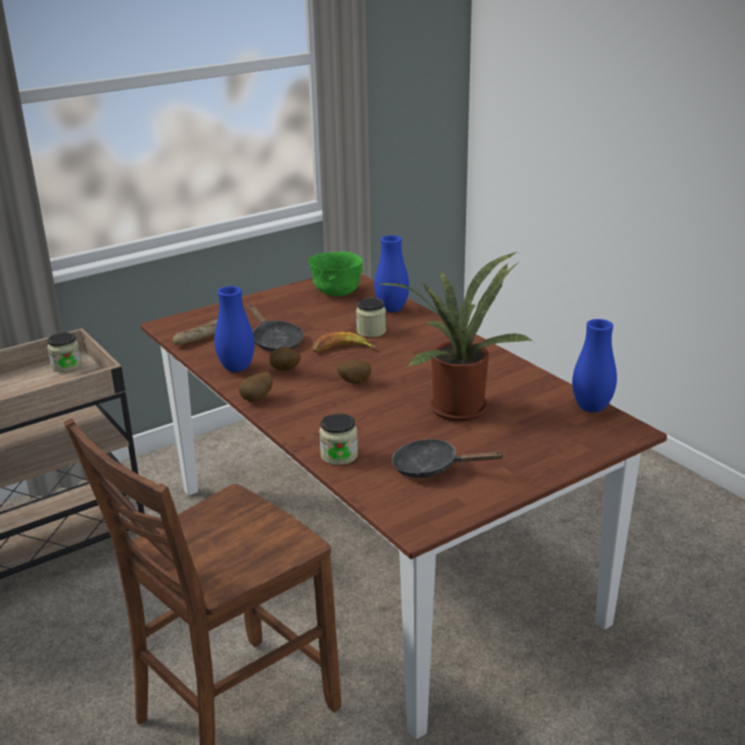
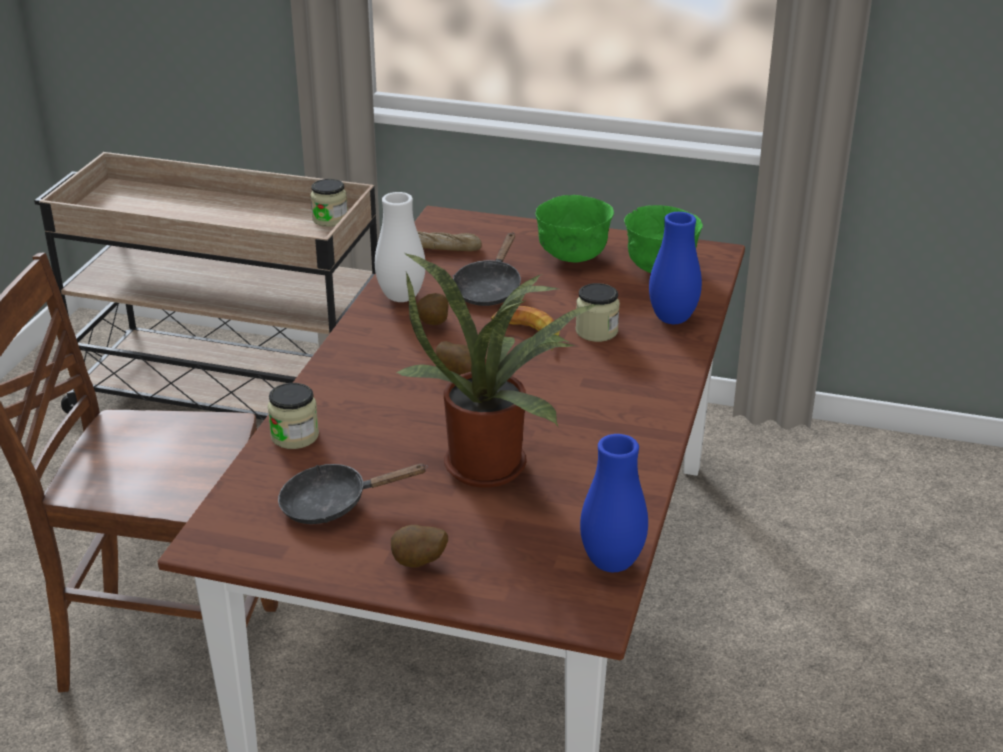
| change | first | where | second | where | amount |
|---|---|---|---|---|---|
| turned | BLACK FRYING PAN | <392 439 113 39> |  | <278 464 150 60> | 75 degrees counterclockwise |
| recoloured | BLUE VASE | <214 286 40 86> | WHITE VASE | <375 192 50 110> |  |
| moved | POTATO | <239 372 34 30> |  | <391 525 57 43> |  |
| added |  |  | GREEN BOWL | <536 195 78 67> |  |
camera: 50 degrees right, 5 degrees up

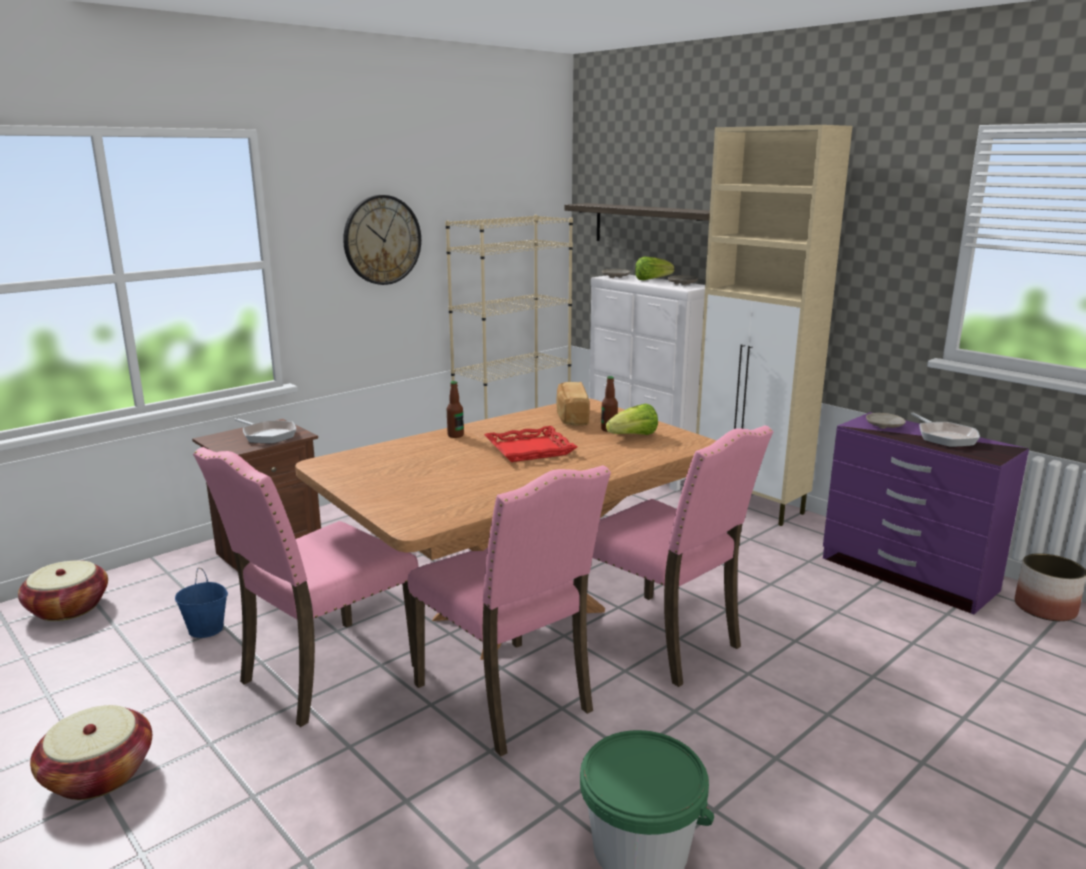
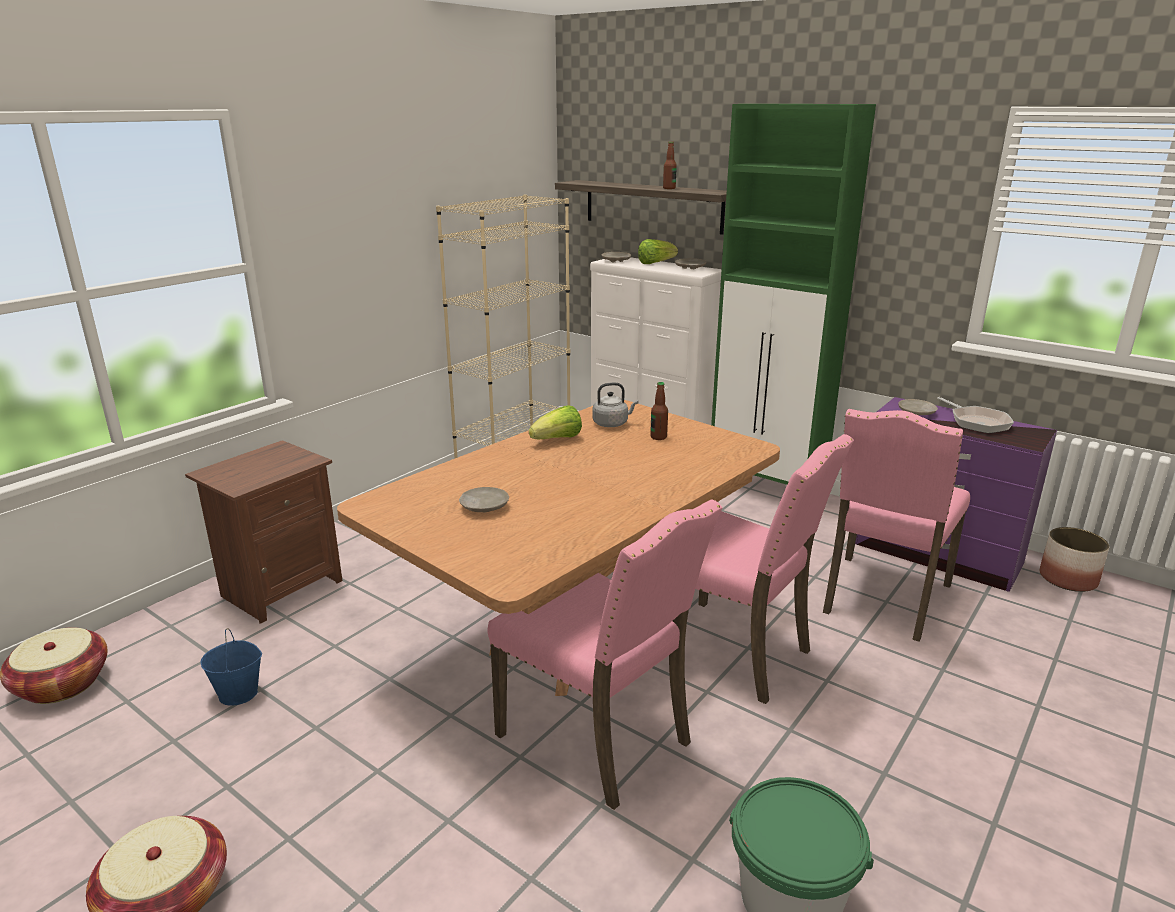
| change | first | where | second | where | amount |
|---|---|---|---|---|---|
| added |  |  | BEIGE PLATE | <459 487 50 25> |  |
| moved | LETTUCE | <606 403 52 32> |  | <529 405 53 34> |  |
| replaced | BREAD | <556 382 33 44> | GREY KETTLE | <592 383 47 44> |  |
| moved | BOTTLE | <447 381 17 57> |  | <663 142 14 47> |  |
| recoloured | BEIGE CABINET | <696 125 157 401> | GREEN CABINET | <711 104 165 381> |  |
| moved | PINK CHAIR | <193 447 226 280> |  | <823 409 147 233> |  |
| removed | FRYING PAN | <234 418 62 26> |  |  |  |
| removed | WALL CLOCK | <343 195 78 90> |  |  |  |
| removed | RED TRAY | <484 426 93 36> |  |  |  |
camera: 10 degrees left, 5 degrees up

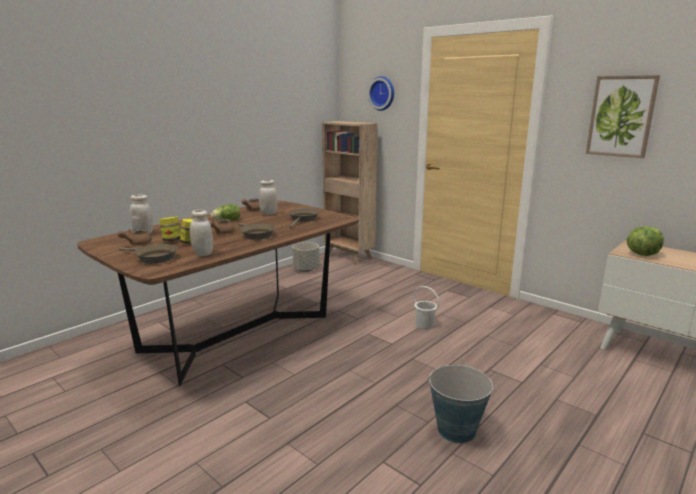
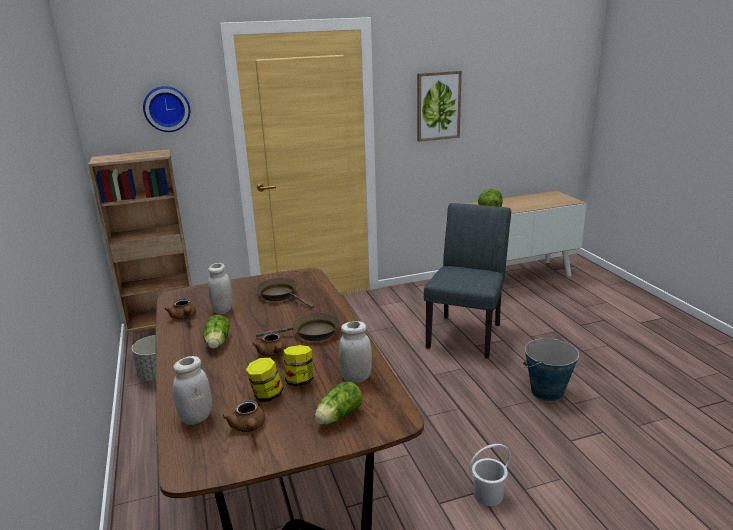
| change | first | where | second | where | amount |
|---|---|---|---|---|---|
| replaced | BROWN FRYING PAN | <119 244 59 20> | LETTUCE | <315 382 47 43> |  |
| added |  |  | GREY CHAIR | <424 203 87 156> |  |
| moved | WHITE BUCKET | <414 286 25 43> |  | <469 444 42 62> |  |
camera: 60 degrees left, 5 degrees up

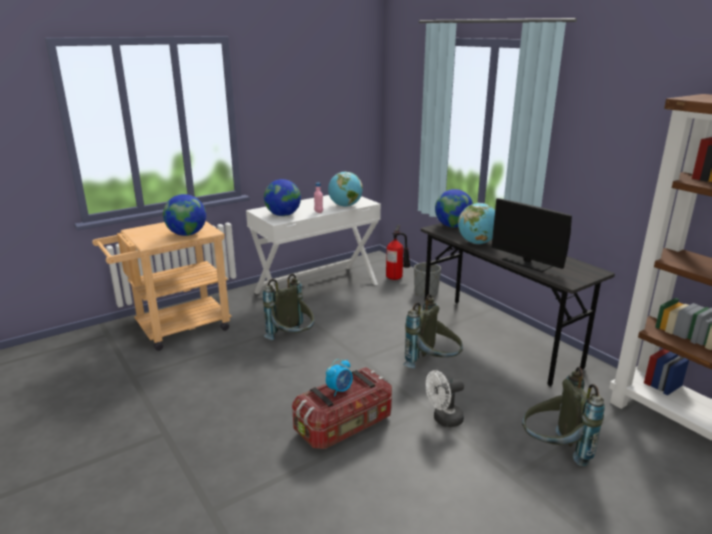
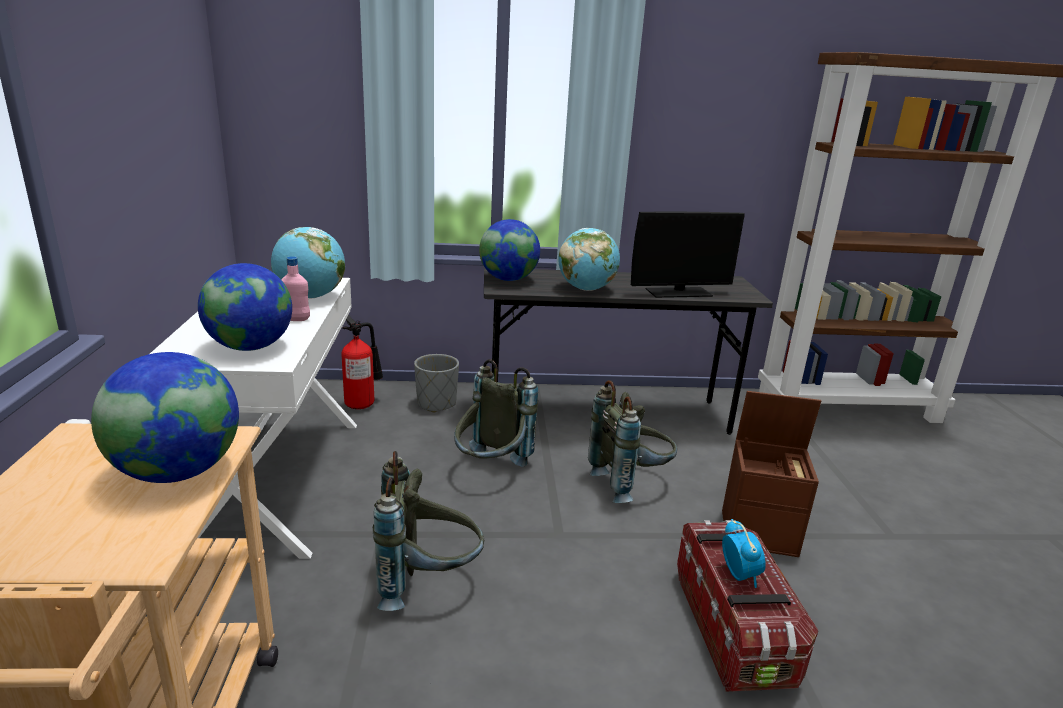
| change | first | where | second | where | amount |
|---|---|---|---|---|---|
| moved | GREY BACKPACK | <522 367 83 99> |  | <454 359 84 108> |  |
| replaced | WHITE FAN | <426 370 38 57> | BROWN STORAGE BOX | <722 391 99 166> |  |
camera: 60 degrees left, 0 degrees up

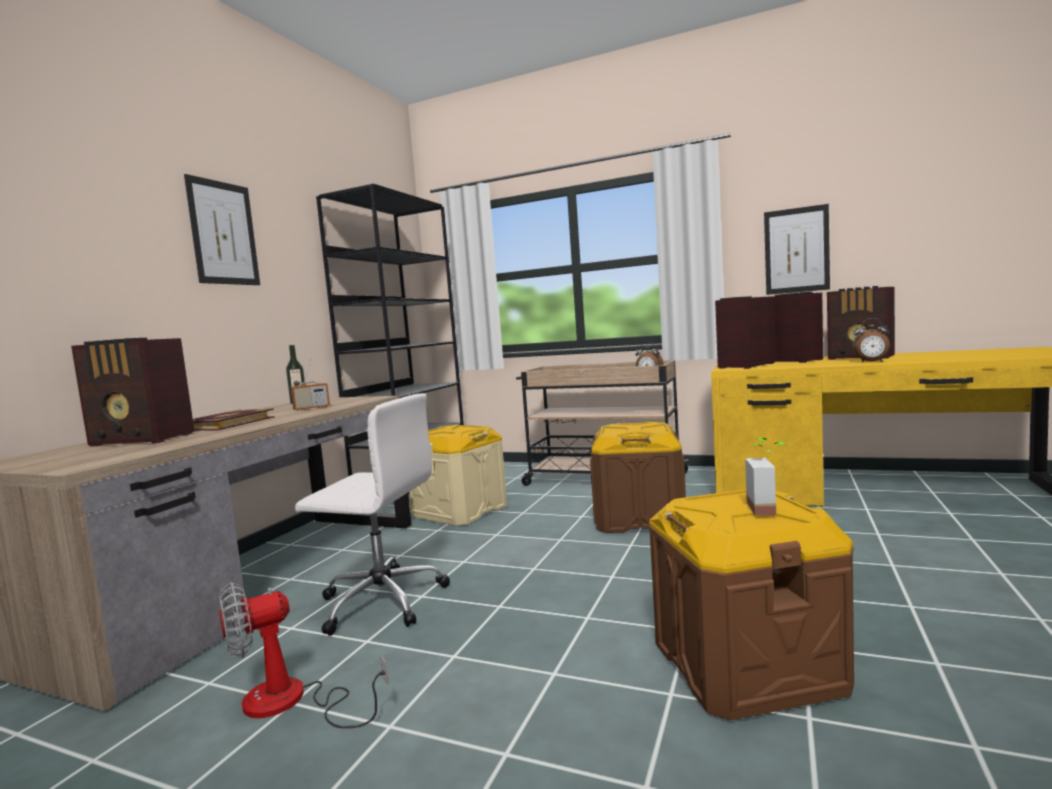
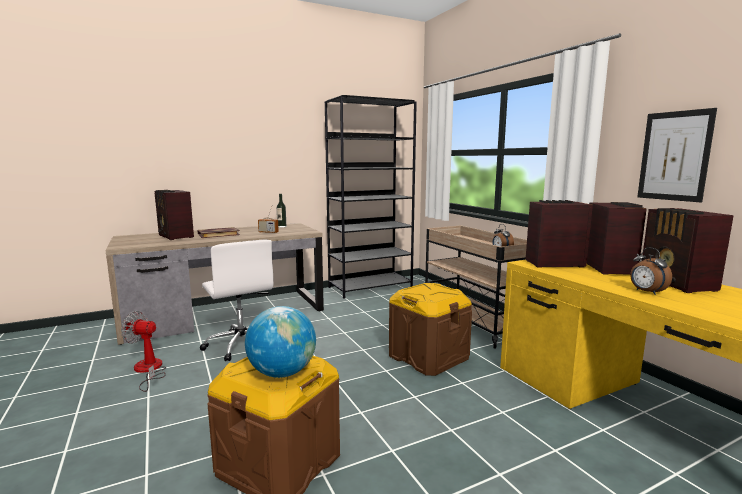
| change | first | where | second | where | amount |
|---|---|---|---|---|---|
| replaced | POTTED PLANT | <745 437 41 78> | GLOBE | <245 306 71 72> |  |
| removed | PICTURE | <184 174 76 111> |  |  |  |
| removed | BEIGE STORAGE BOX | <409 425 98 101> |  |  |  |
camera: 40 degrees right, 5 degrees up

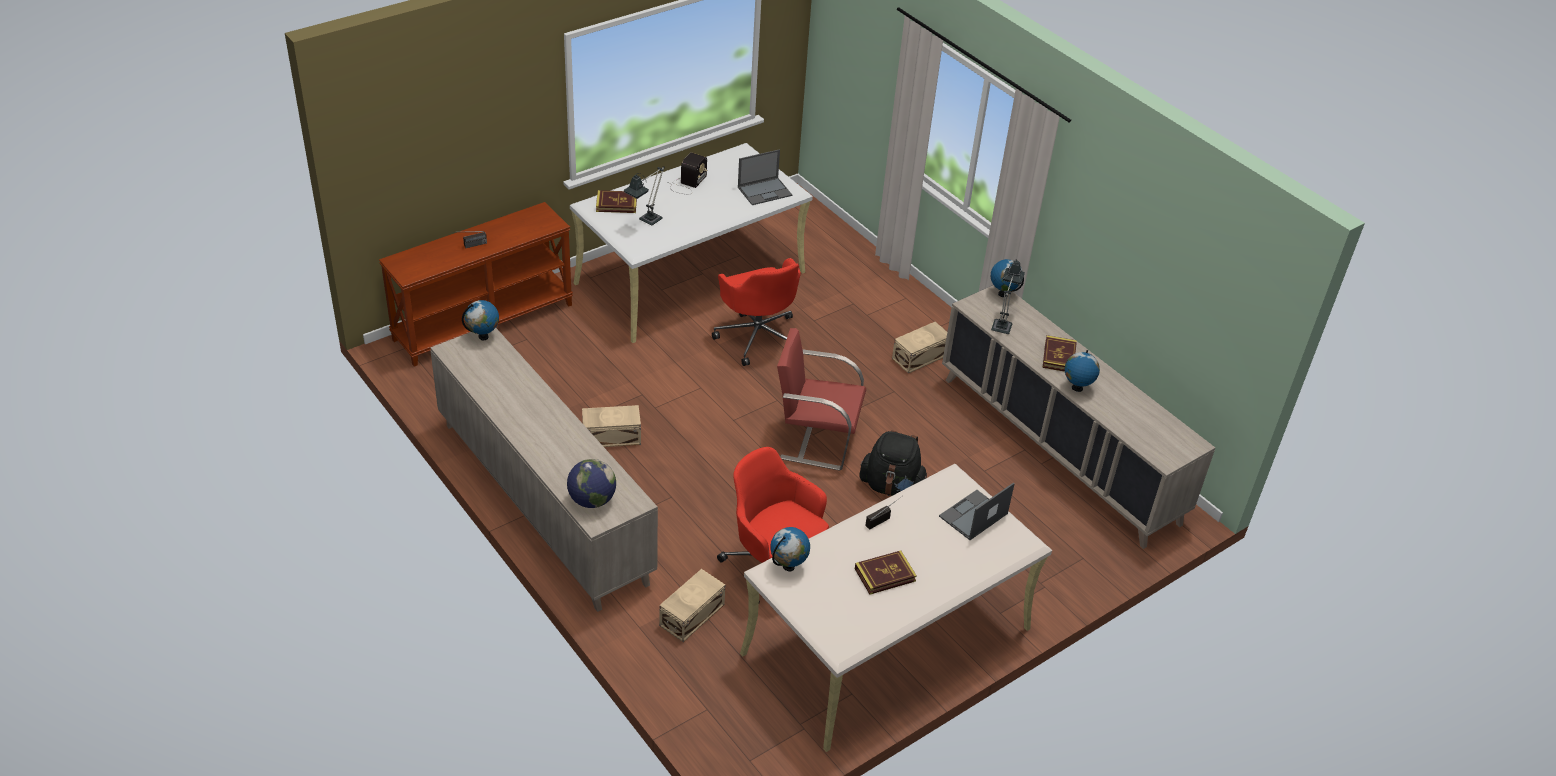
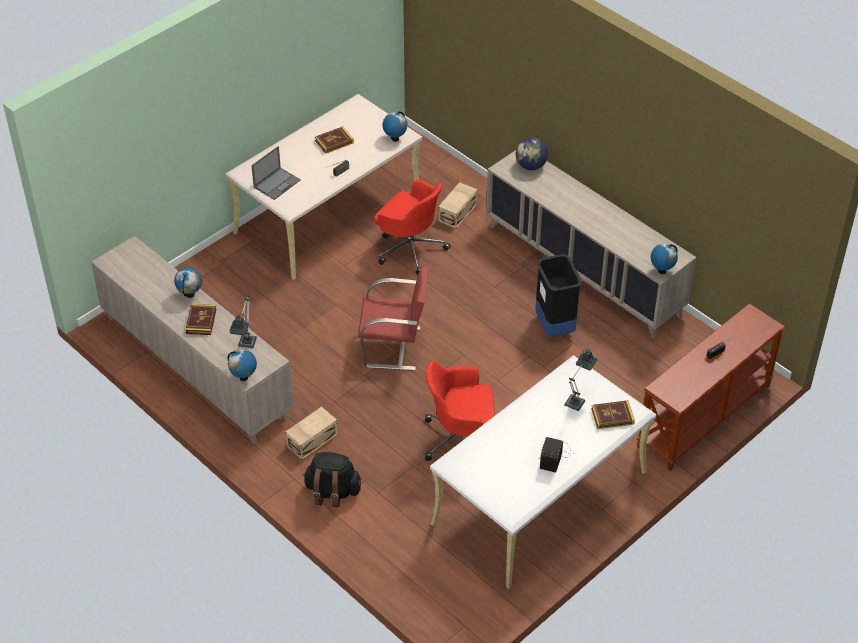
| change | first | where | second | where | amount |
|---|---|---|---|---|---|
| moved | BLACK BACKPACK | <860 430 67 66> |  | <303 452 58 55> |  |
| turned | RED OFFICE CHAIR | <712 258 89 108> |  | <425 361 70 100> | 60 degrees counterclockwise |
| replaced | BEIGE STORAGE BOX | <582 405 59 42> | BLACK TRASH CAN | <535 254 47 83> |  |
| removed | LAPTOP | <738 149 54 56> |  |  |  |
camera: 175 degrees right, 5 degrees up

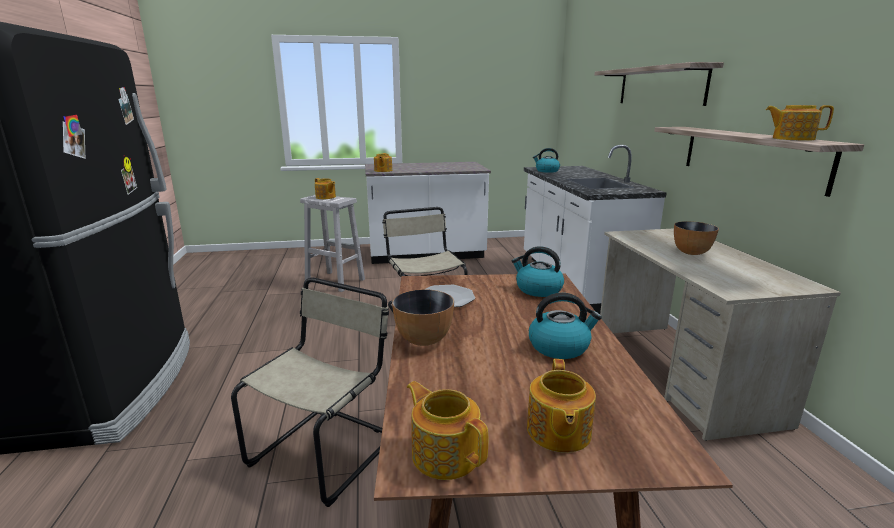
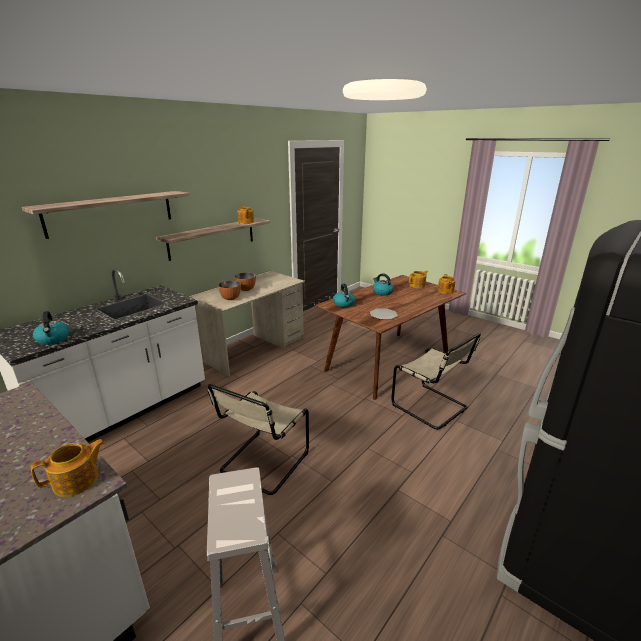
| change | first | where | second | where | amount |
|---|---|---|---|---|---|
| moved | BOWL | <392 289 62 57> |  | <218 281 23 19> |  |
| turned | BEIGE CHAIR | <231 278 158 229> |  | <391 333 90 96> | 120 degrees counterclockwise |
| removed | TEAPOT | <315 178 21 21> |  |  |  |
camera: 130 degrees left, 5 degrees up

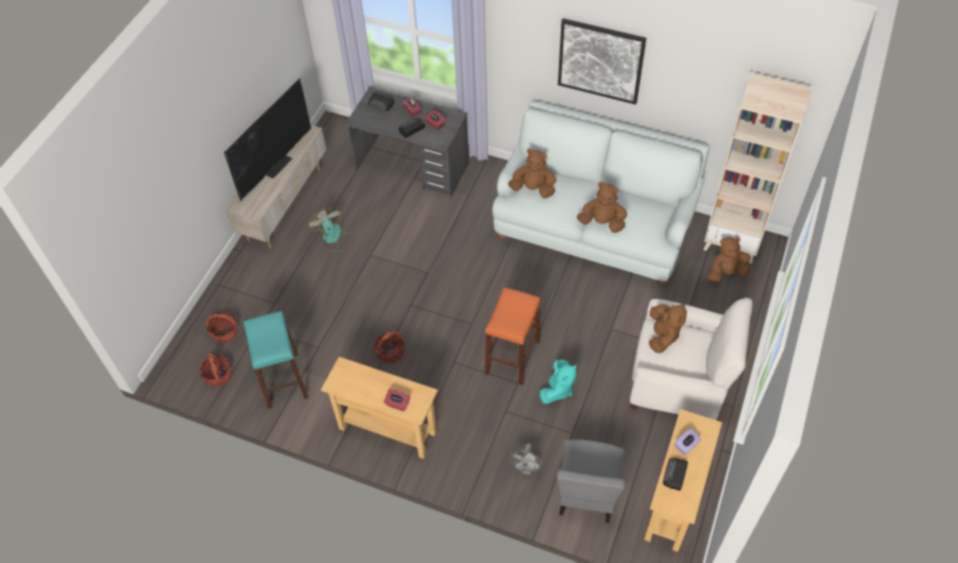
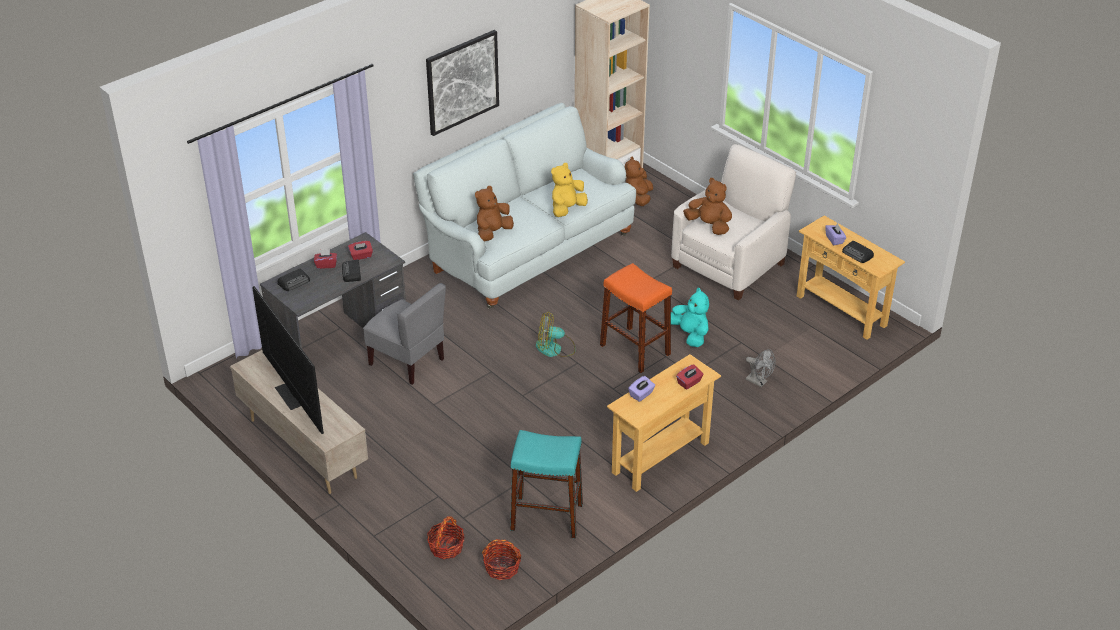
| change | first | where | second | where | amount |
|---|---|---|---|---|---|
| moved | GREY CHAIR | <557 439 69 84> |  | <363 283 83 102> |  |
| moved | FAN | <309 207 46 45> |  | <536 311 40 46> |  |
| recoloured | BROWN PLUSH TOY | <577 182 50 51> | YELLOW PLUSH TOY | <551 163 37 54> |  |
| added |  |  | PURPLE TISSUE BOX | <628 376 27 26> |  |
| removed | BASKET | <374 331 31 32> |  |  |  |
camera: 65 degrees left, 15 degrees down

